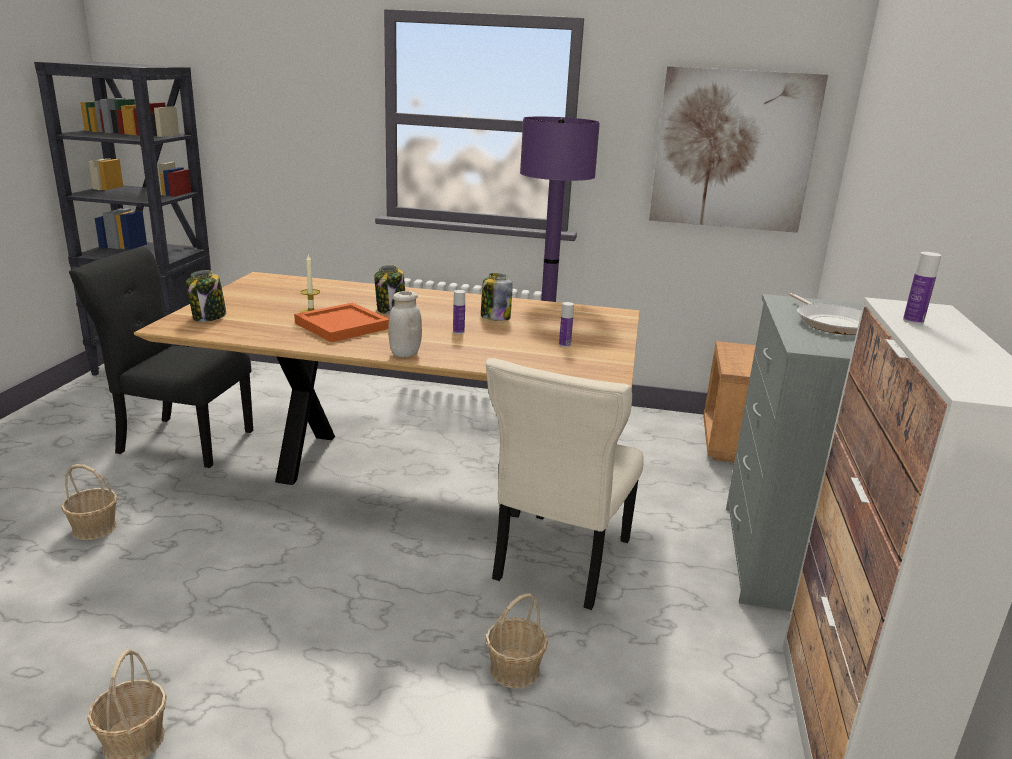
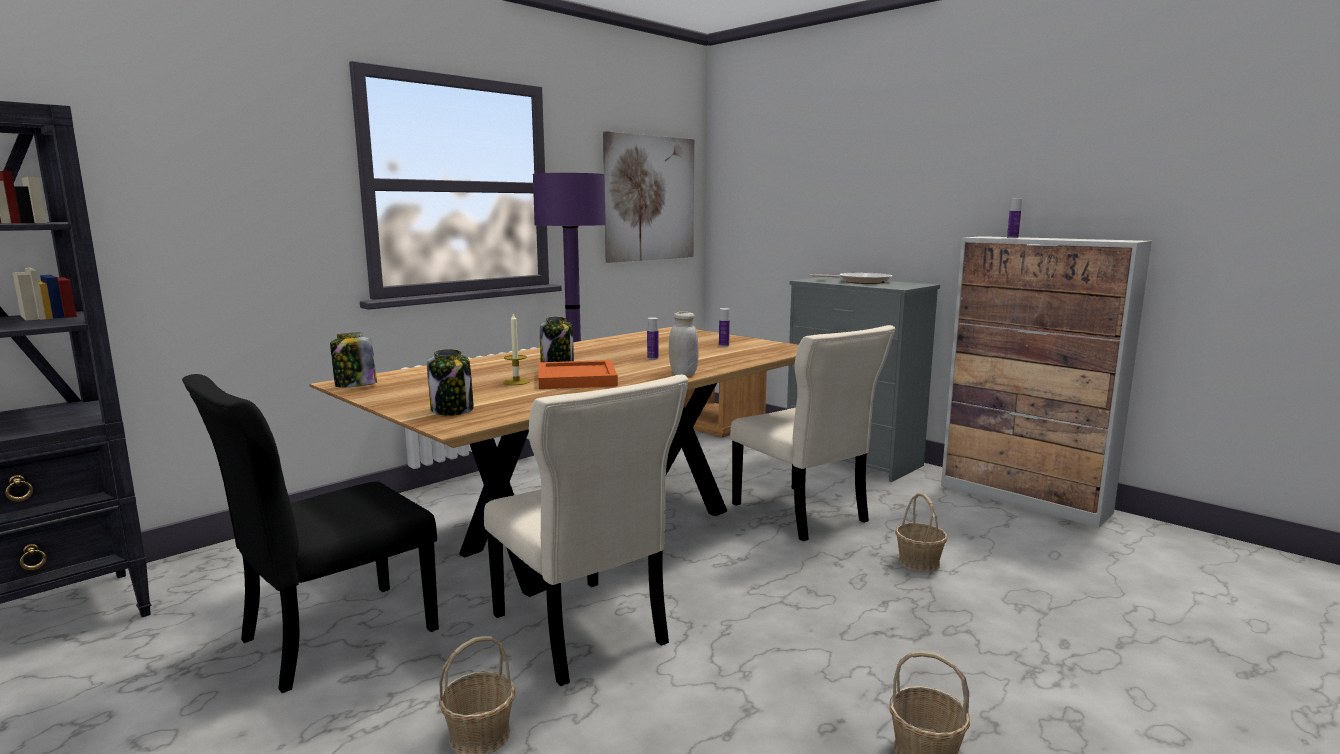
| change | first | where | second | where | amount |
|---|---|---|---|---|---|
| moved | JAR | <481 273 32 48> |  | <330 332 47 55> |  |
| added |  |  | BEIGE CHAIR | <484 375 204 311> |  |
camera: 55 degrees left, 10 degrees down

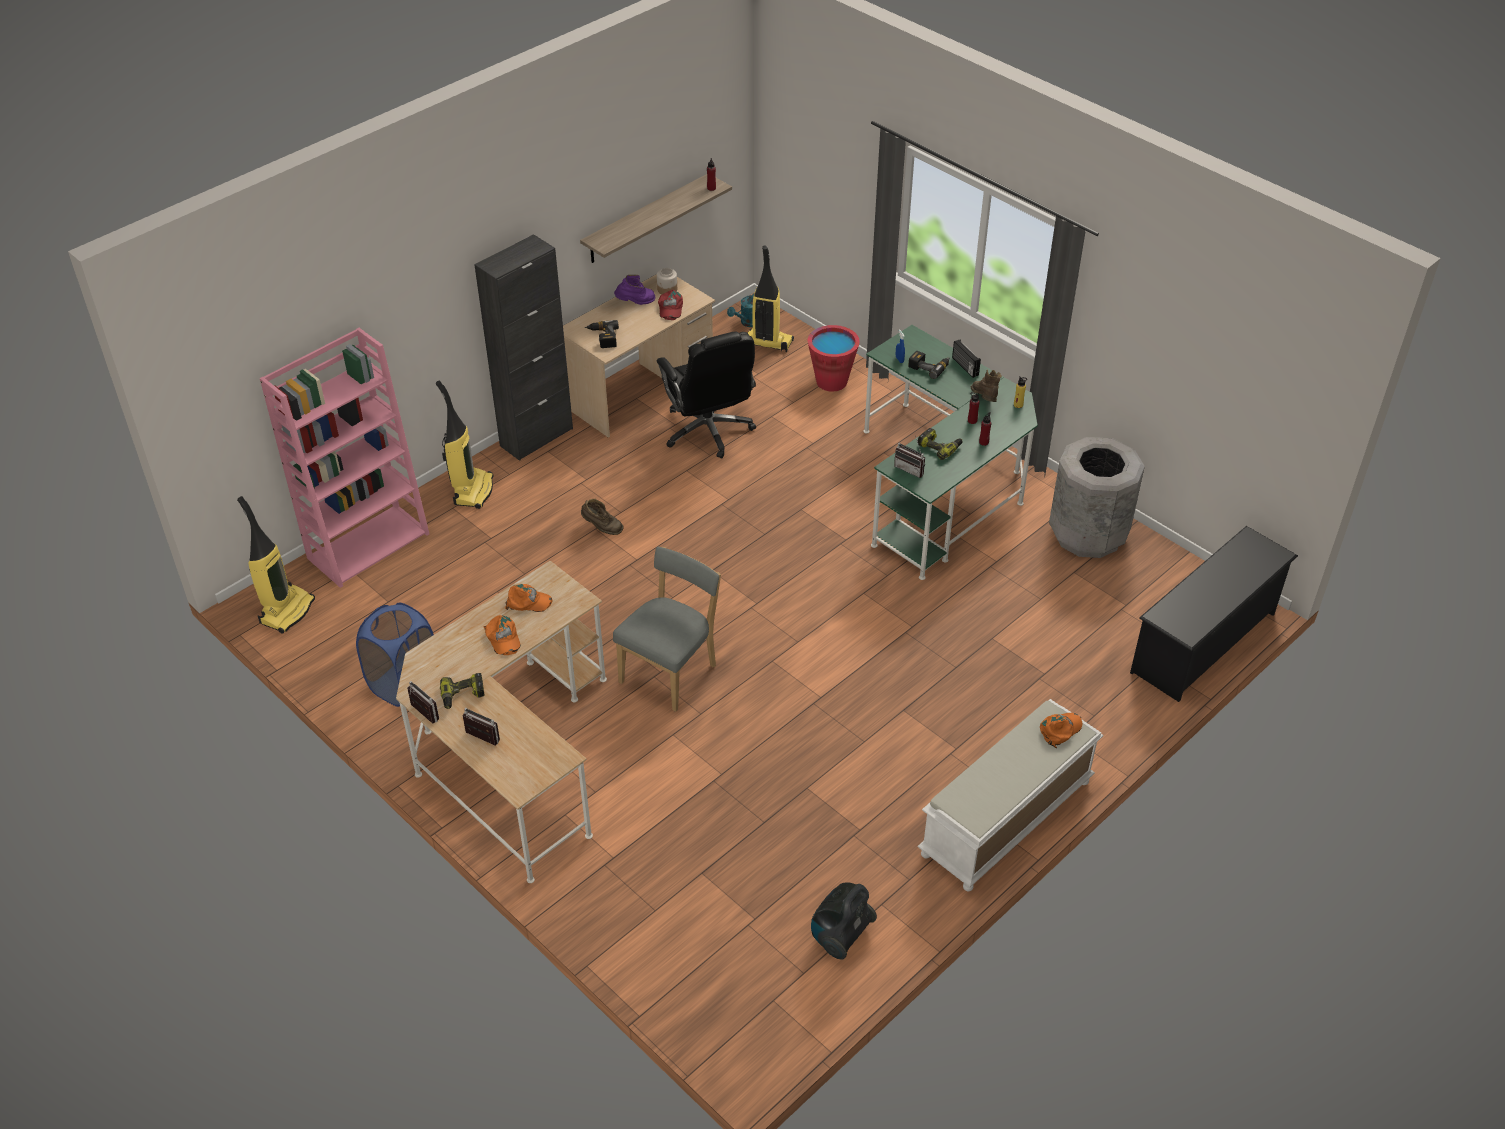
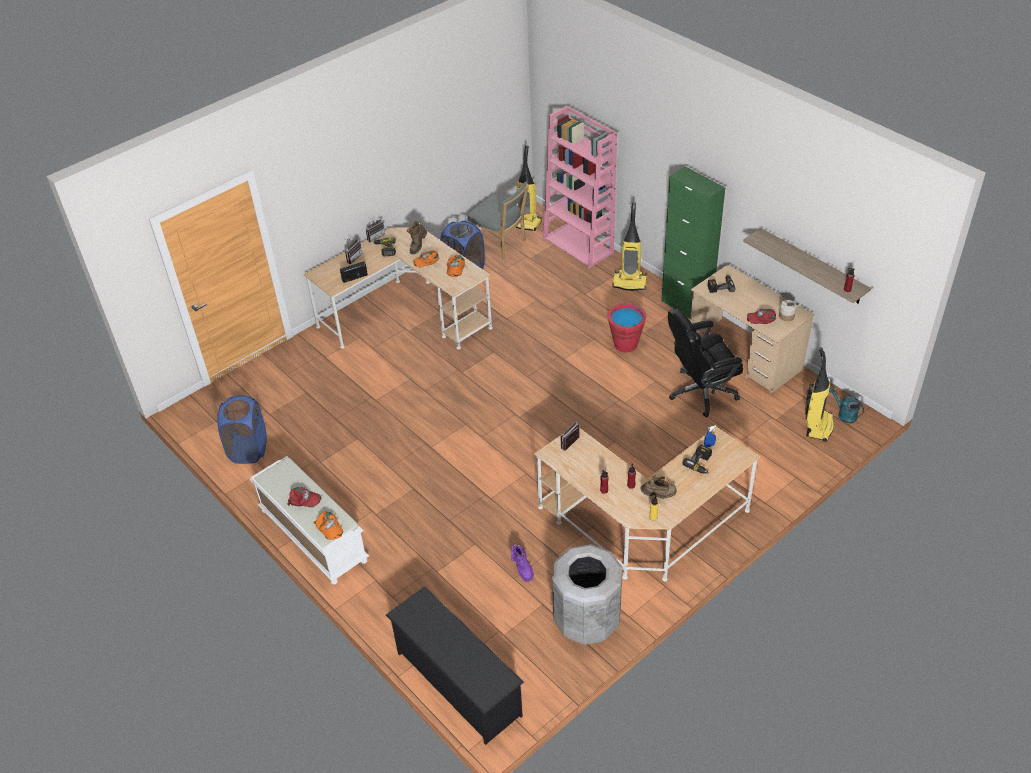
| change | first | where | second | where | amount |
|---|---|---|---|---|---|
| replaced | VACUUM CLEANER | <811 882 66 78> | BLUE LAUNDRY BASKET | <217 396 50 68> |  |
| added |  |  | RED CAP | <287 487 34 20> |  |
| moved | RADIO | <952 340 29 38> |  | <340 261 28 22> |  |
| moved | BROWN BOOT | <581 499 42 36> |  | <407 221 20 33> |  |
| moved | GREY CHAIR | <613 547 108 165> |  | <468 182 61 78> |  |
| moved | PURPLE BOOT | <614 275 41 30> |  | <511 544 23 38> |  |
| recoloured | GREEN DESK | <864 325 174 255> | BEIGE DESK | <534 427 226 154> |  |
| moved | RED BUCKET | <808 325 52 67> |  | <607 303 39 49> |  |
| recoloured | BLACK CABINET | <474 234 99 227> | GREEN CABINET | <661 166 64 153> |  |
| removed | POWER DRILL | <918 428 45 32> |  |  |  |
camera: 95 degrees right, 0 degrees up

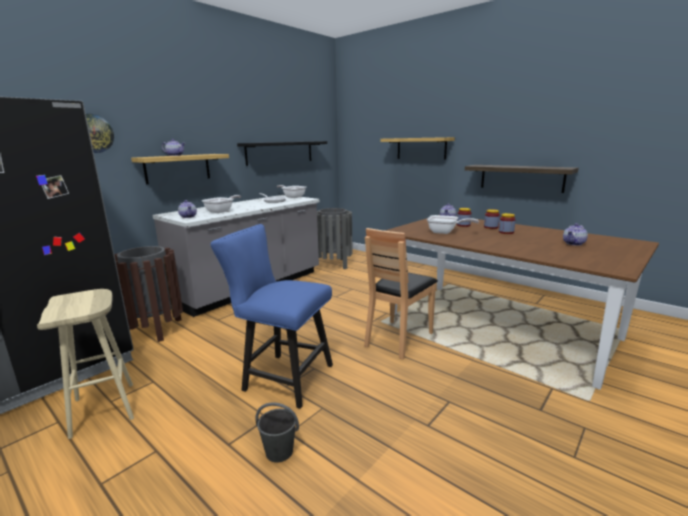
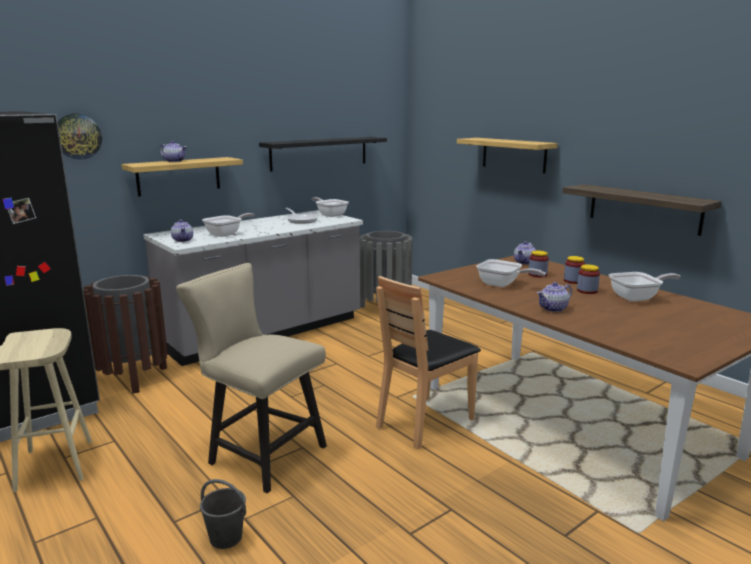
| change | first | where | second | where | amount |
|---|---|---|---|---|---|
| recoloured | BLUE CHAIR | <210 224 123 185> | BEIGE CHAIR | <176 263 151 230> |  |
| moved | TEAPOT | <563 223 25 23> |  | <537 282 35 30> |  |
| added |  |  | FRYING PAN | <609 272 72 29> |  |
camera: 10 degrees right, 0 degrees up

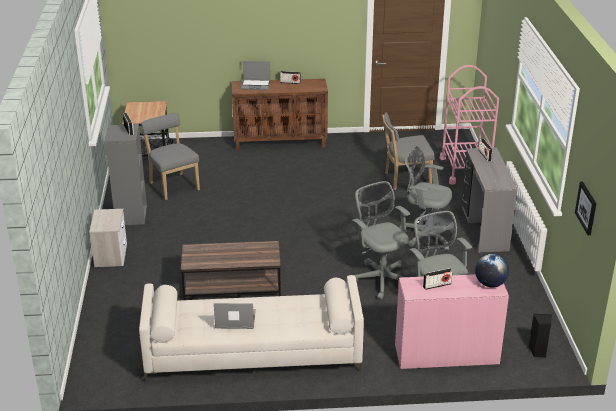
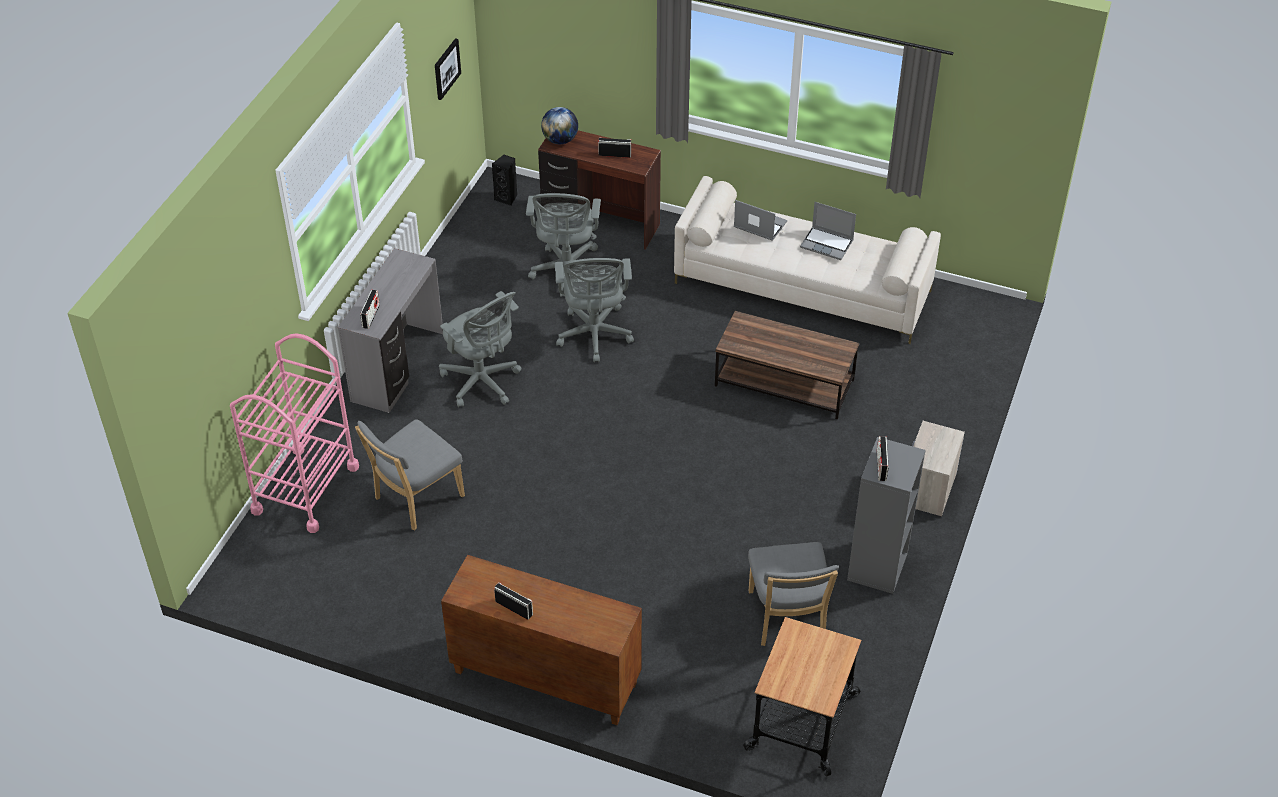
| change | first | where | second | where | amount |
|---|---|---|---|---|---|
| turned | GREY CHAIR | <382 113 53 77> |  | <355 419 110 112> | 120 degrees clockwise |
| recoloured | PINK DESK | <395 274 114 95> | BROWN DESK | <538 130 123 120> |  |
| moved | LAPTOP | <241 61 29 29> |  | <734 200 53 41> |  |
camera: 155 degrees left, 15 degrees up

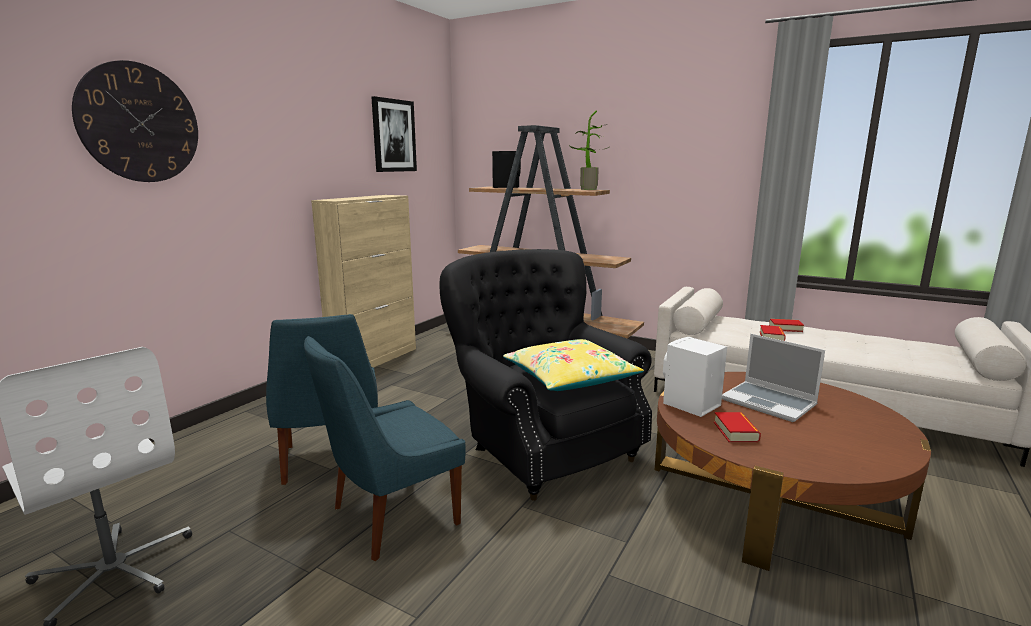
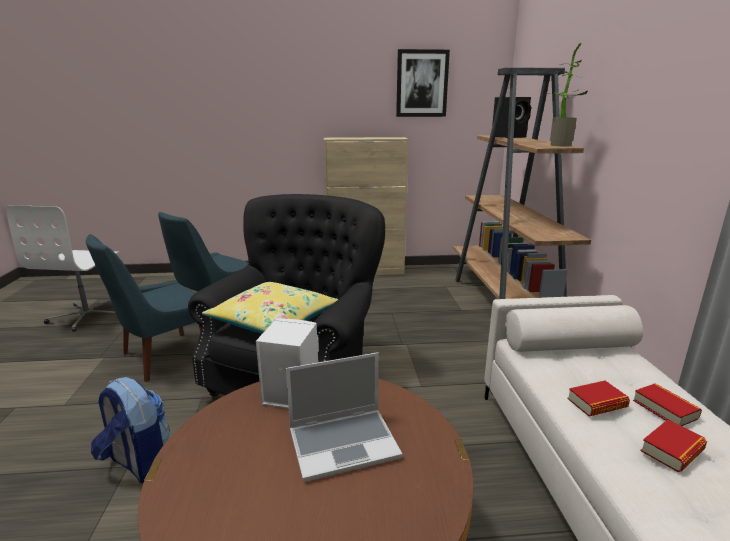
| change | first | where | second | where | amount |
|---|---|---|---|---|---|
| turned | BLUE CHAIR | <304 336 162 225> |  | <86 234 115 148> | 60 degrees counterclockwise |
| added |  |  | BACKPACK | <91 377 79 106> |  |
| turned | LAPTOP | <722 334 103 88> |  | <286 352 117 130> | 120 degrees counterclockwise |
| moved | BOOK | <714 412 47 30> |  | <640 420 67 52> |  |
| removed | WALL CLOCK | <72 60 126 122> |  |  |  |
camera: 55 degrees right, 5 degrees up

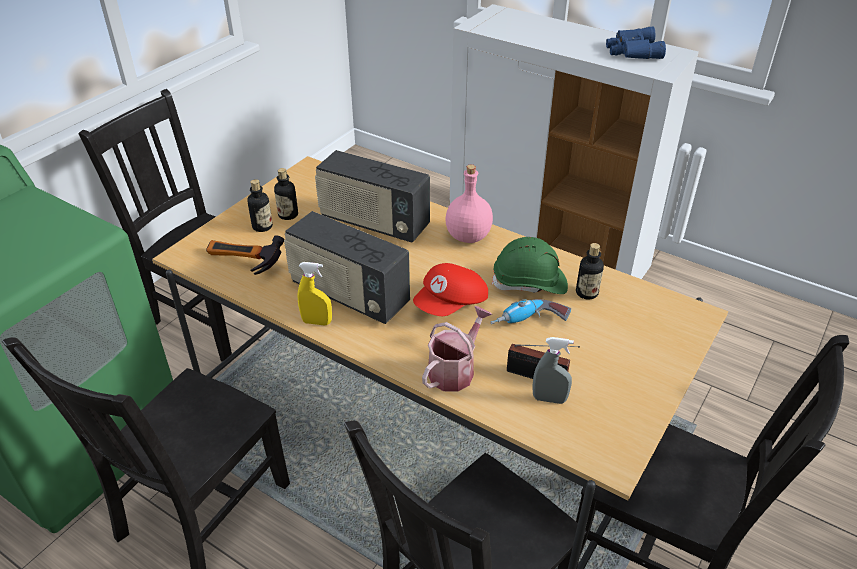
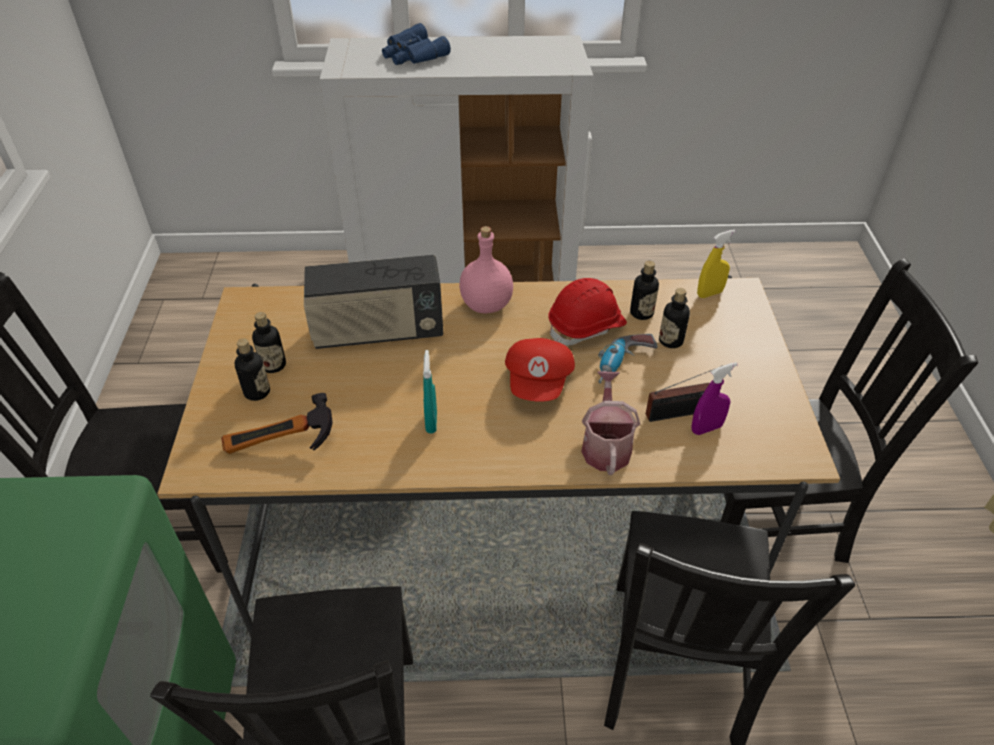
| change | first | where | second | where | amount |
|---|---|---|---|---|---|
| moved | BLUE BINOCULARS | <606 27 60 32> |  | <382 23 69 42> |  |
| replaced | RADIO | <284 211 126 113> | TURQUOISE SPRAY BOTTLE | <423 350 14 84> |  |
| recoloured | GREEN HARD HAT | <491 237 77 57> | RED HARD HAT | <549 278 78 68> |  |
| added |  |  | BOTTLE | <659 288 31 60> |  |
| recoloured | GREY SPRAY BOTTLE | <532 337 42 67> | PURPLE SPRAY BOTTLE | <691 362 46 73> |  |
| moved | YELLOW SPRAY BOTTLE | <297 262 35 64> |  | <697 229 39 69> |  |
camera: 35 degrees left, 5 degrees up

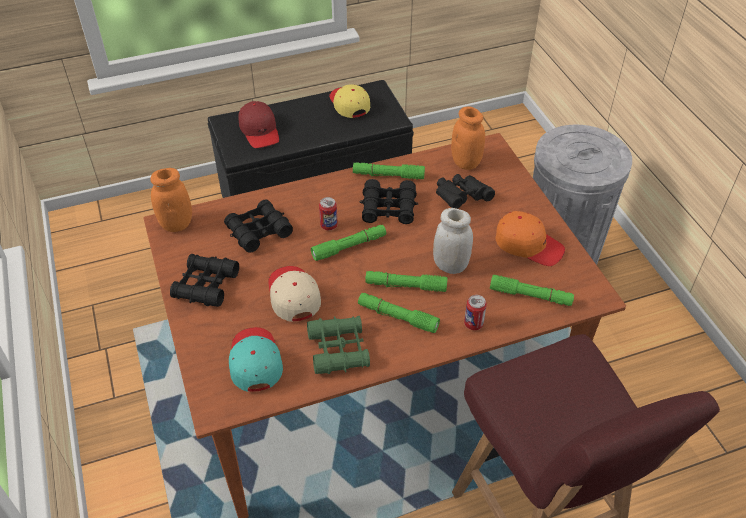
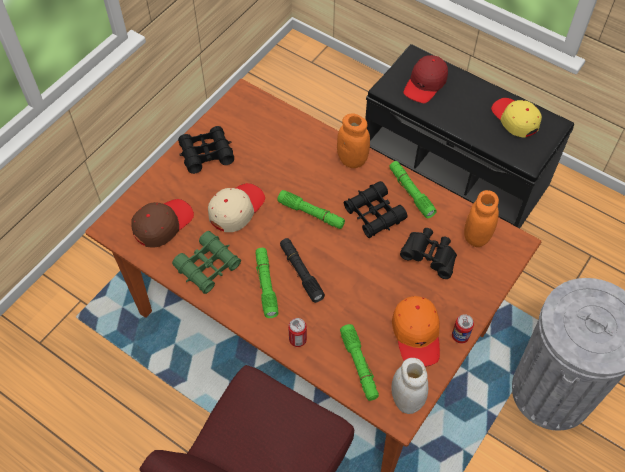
| change | first | where | second | where | amount |
|---|---|---|---|---|---|
| recoloured | TURQUOISE CAP | <229 327 54 65> | BROWN CAP | <131 199 63 49> |  |
| recoloured | GREEN FLASHLIGHT | <365 271 83 21> | BLACK FLASHLIGHT | <280 238 45 65> |  |
| moved | ORANGE JAR | <150 168 42 64> |  | <337 113 33 55> |  |
| moved | WHITE JAR | <433 208 40 66> |  | <391 358 37 56> |  |
| moved | CAN | <319 197 19 33> |  | <452 314 22 30> |  |
| turned | YELLOW CAP | <329 84 41 34> |  | <491 98 51 39> | 60 degrees counterclockwise |
| removed | BLACK BINOCULARS | <224 200 69 53> |  |  |  |
camera: 55 degrees right, 10 degrees up

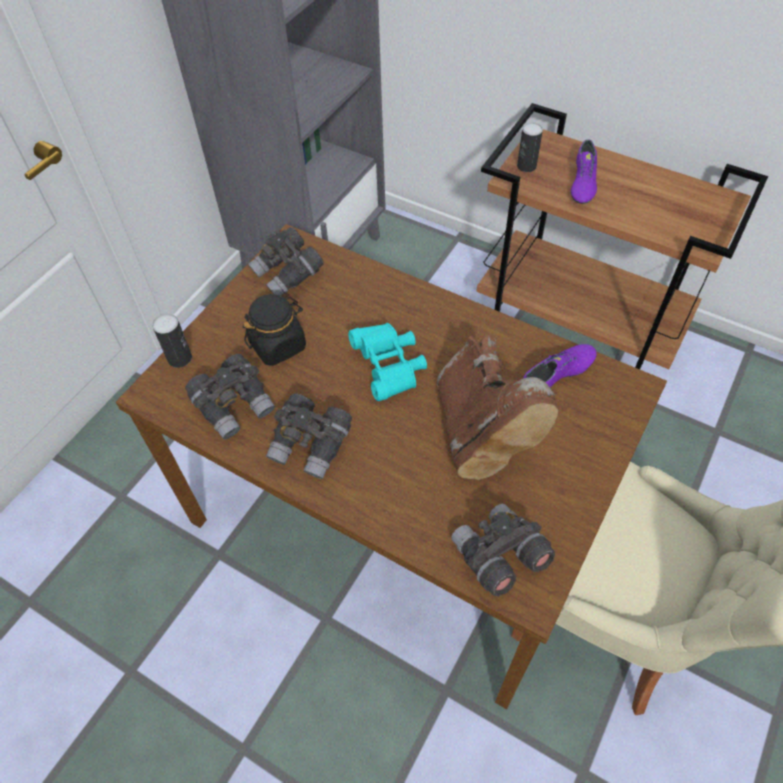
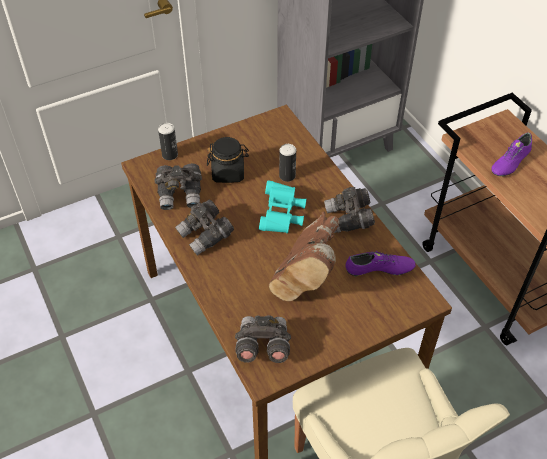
| change | first | where | second | where | amount |
|---|---|---|---|---|---|
| moved | CAN | <517 122 26 50> |  | <279 144 17 38> |  |
| moved | GREY BINOCULARS | <248 227 76 69> |  | <324 187 51 46> |  |
camera: 30 degrees right, 5 degrees down

